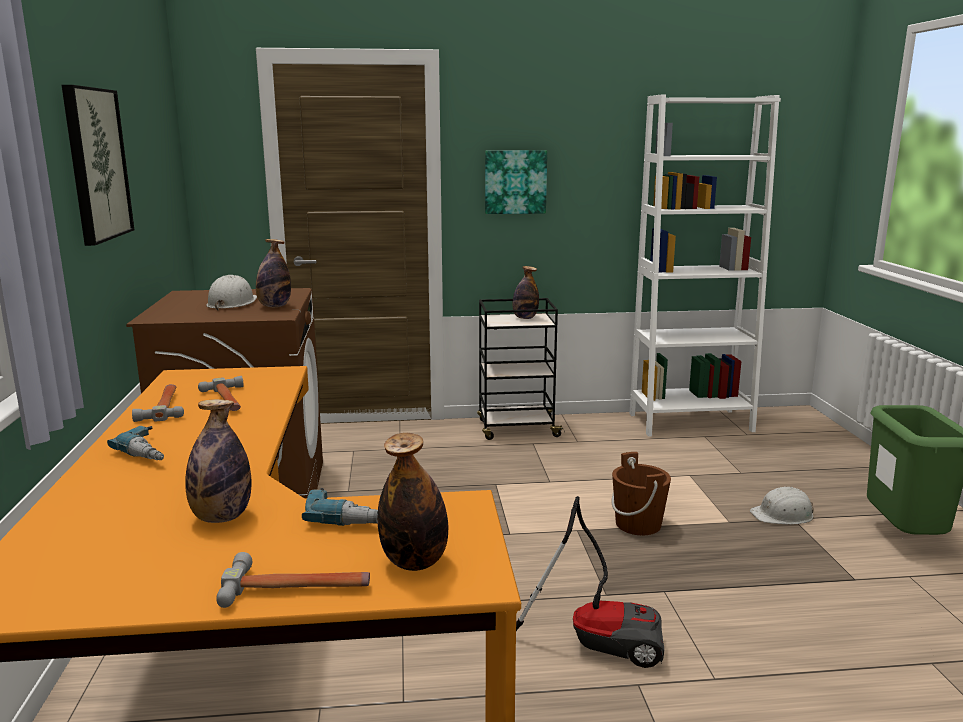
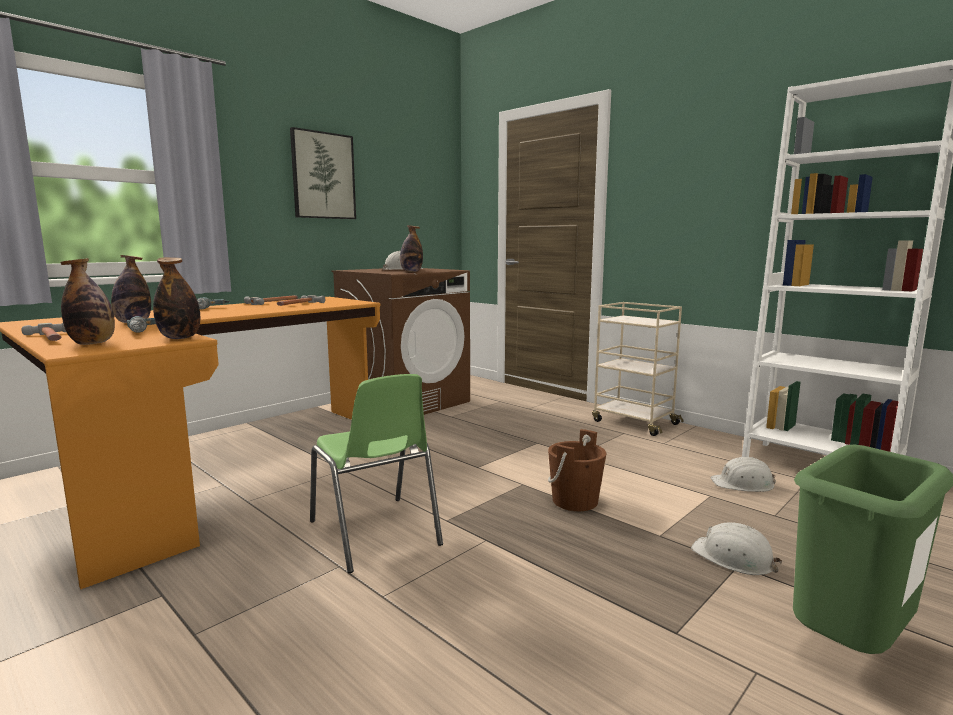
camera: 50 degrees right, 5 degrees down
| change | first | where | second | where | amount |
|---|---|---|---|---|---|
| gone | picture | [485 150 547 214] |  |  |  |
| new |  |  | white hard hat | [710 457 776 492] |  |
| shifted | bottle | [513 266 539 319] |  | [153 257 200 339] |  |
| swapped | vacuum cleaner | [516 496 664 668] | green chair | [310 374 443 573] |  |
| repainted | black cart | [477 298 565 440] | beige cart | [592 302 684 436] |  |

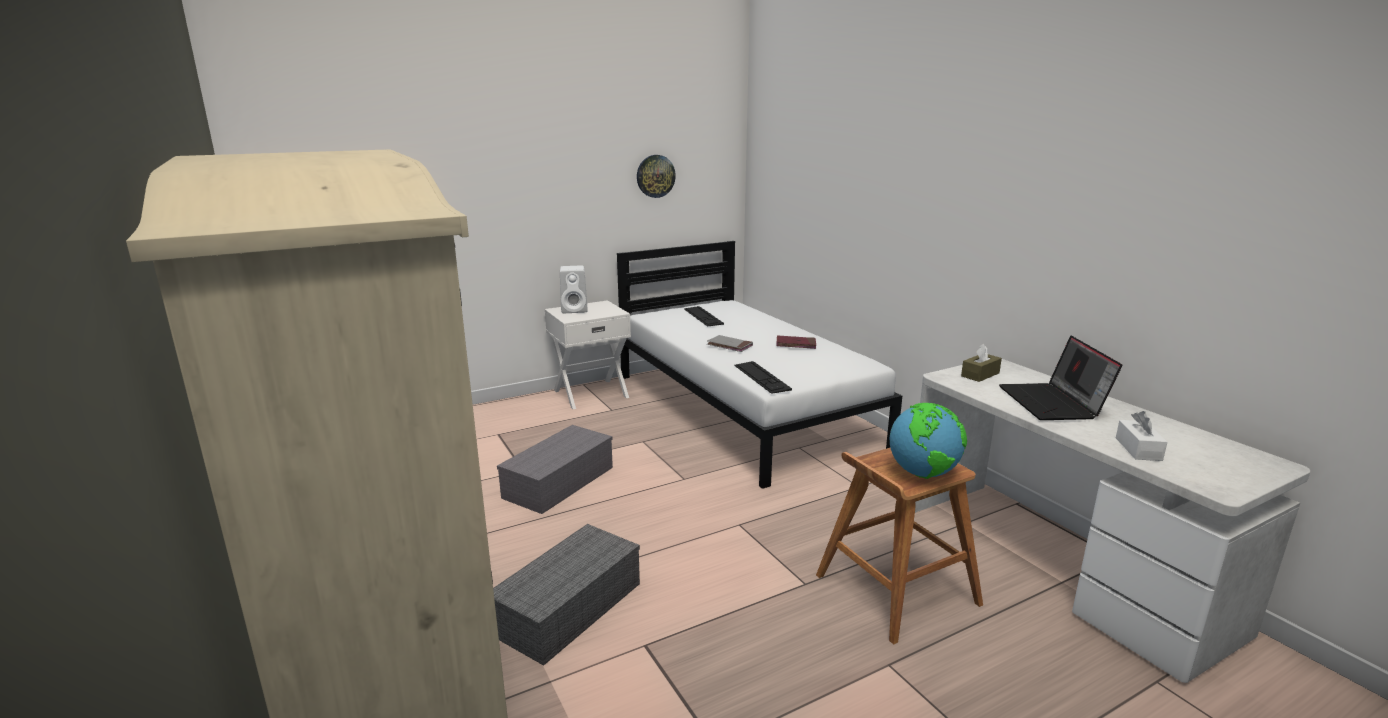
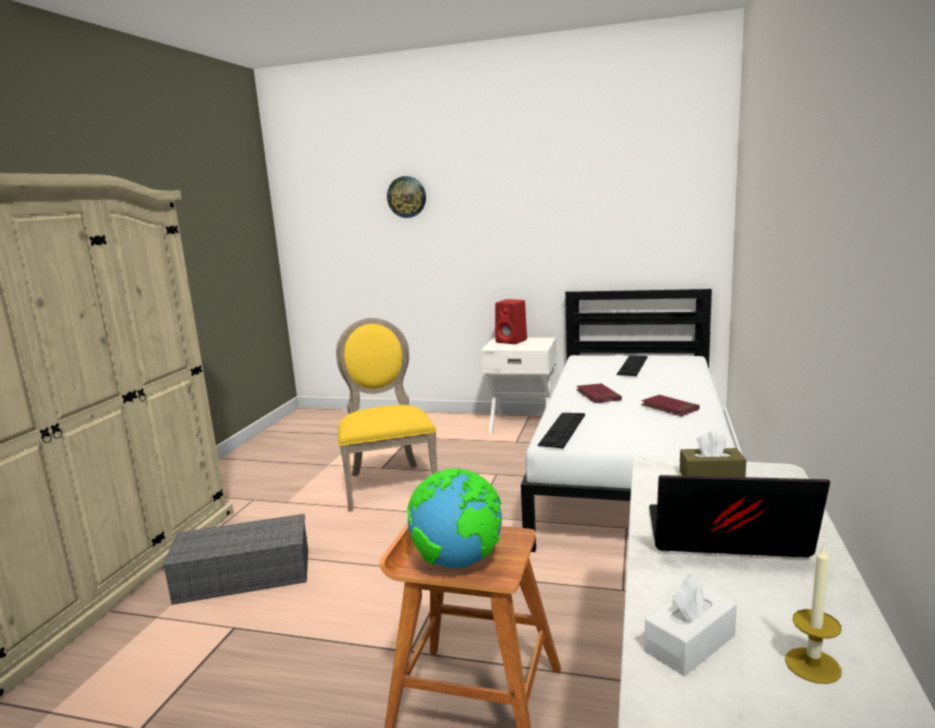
camera: 45 degrees right, 5 degrees down
| change | first | where | second | where | amount |
|---|---|---|---|---|---|
| new |  |  | candle | [785 544 842 684] |  |
| shifted | wall clock | [637 155 676 198] |  | [387 176 426 218] |  |
| swapped | grey storage box | [497 425 613 514] | yellow chair | [336 318 438 512] |  |
| repainted | white speaker | [560 266 588 313] | red speaker | [495 299 527 344] |  |
| repainted | grey book | [707 335 753 352] | red book | [576 383 622 403] |  |
| rotated | laptop | [999 336 1122 420] |  | [649 475 830 558] | 60 degrees clockwise |

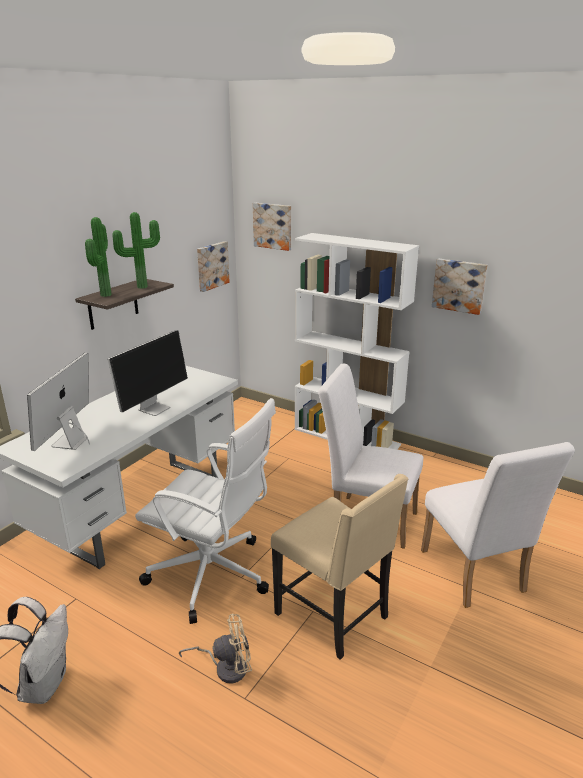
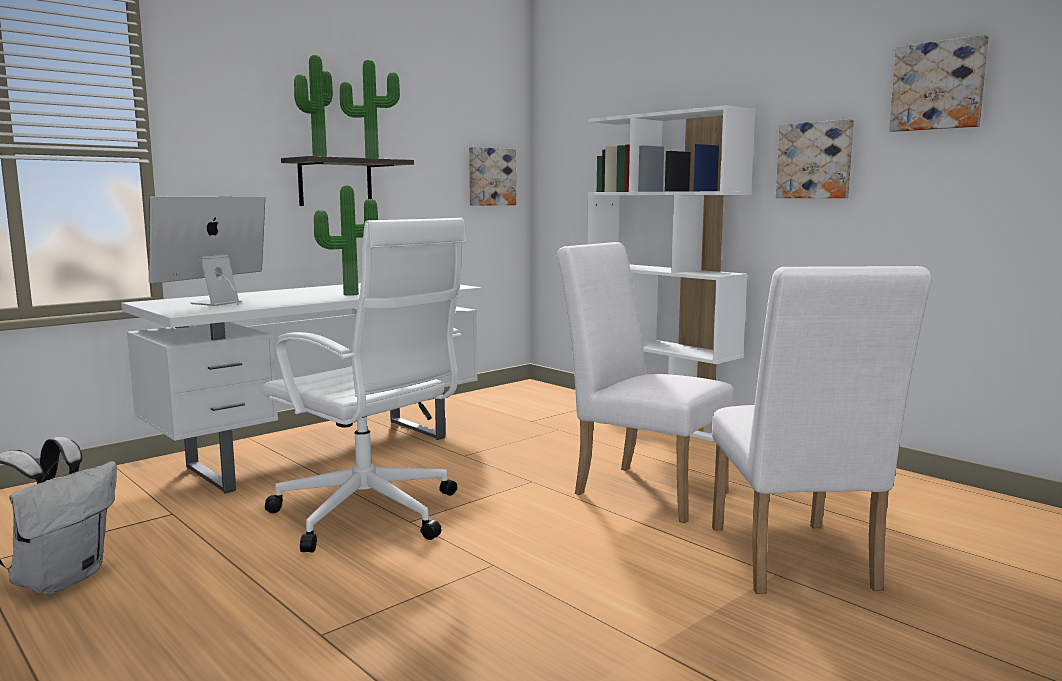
camera: 15 degrees right, 15 degrees down
| change | first | where | second | where | amount |
|---|---|---|---|---|---|
| gone | beige fan | [179 613 252 683] |  |  |  |
| gone | beige chair | [271 474 408 660] |  |  |  |
| shifted | picture | [253 203 291 251] |  | [889 35 988 132] |  |
| swapped | monitor | [108 330 188 416] | potted plant | [314 186 378 296] |  |

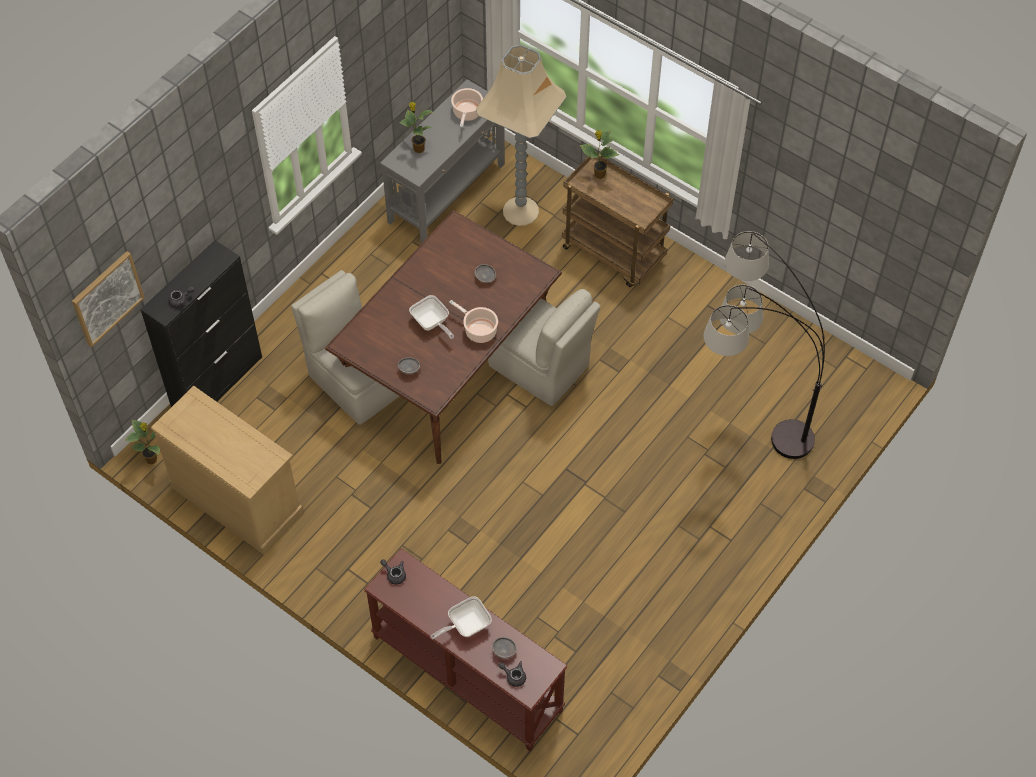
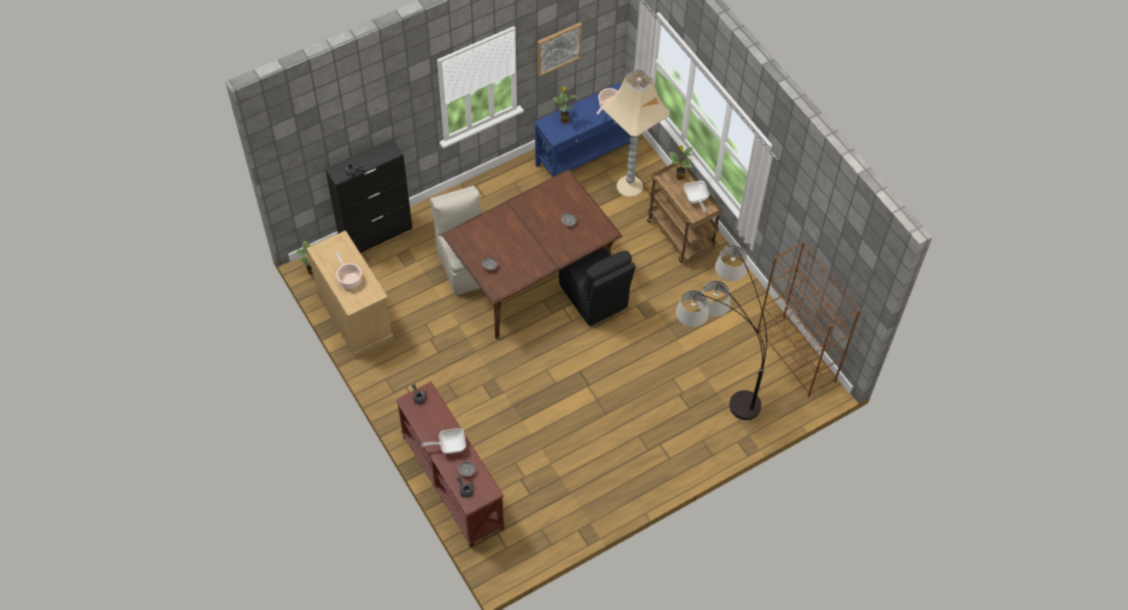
camera: 20 degrees right, 0 degrees up
| change | first | where | second | where | amount |
|---|---|---|---|---|---|
| new |  |  | brown bookcase | [757 242 861 397] |  |
| shifted | picture | [72 251 145 347] |  | [537 22 582 77] |  |
| shifted | frying pan | [409 295 454 339] |  | [683 181 709 214] |  |
| shifted | cooking pot | [449 300 498 343] |  | [335 252 362 289] |  |
| repainted | grey console table | [380 80 505 244] | blue console table | [534 83 631 178] |  |
| repainted | beige chair | [488 289 601 406] | black chair | [559 247 636 326] |  |

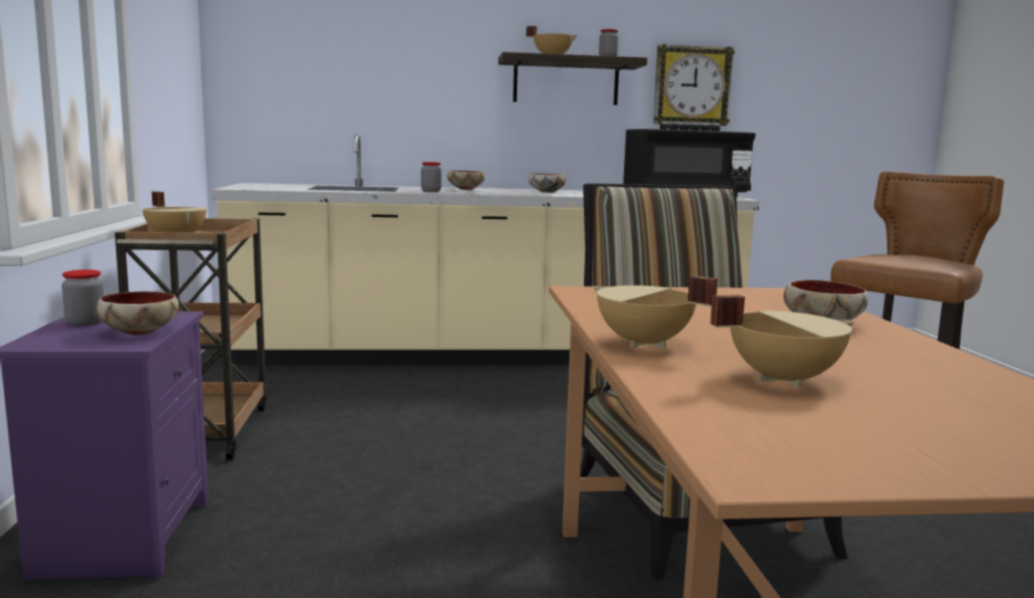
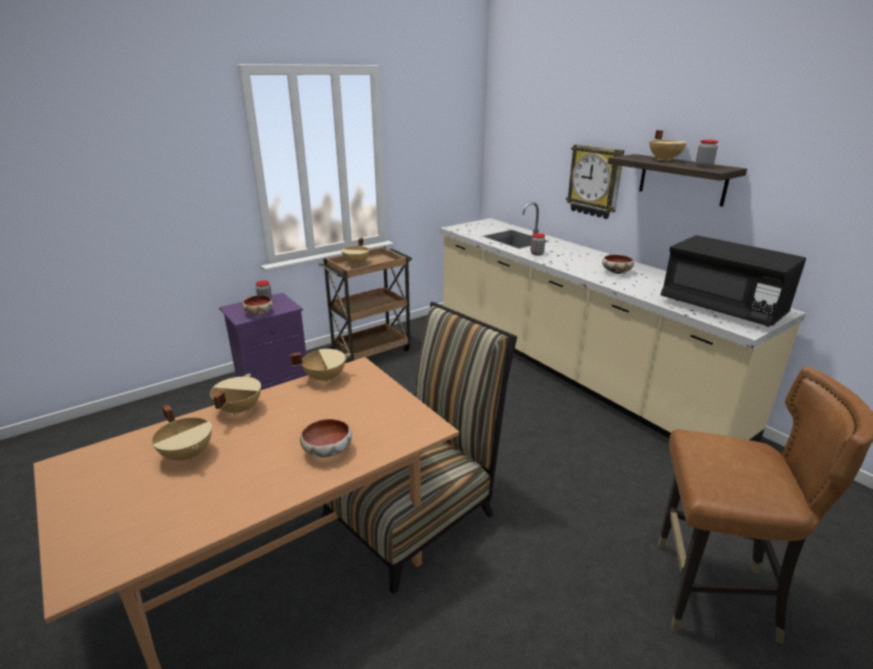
camera: 60 degrees right, 15 degrees up
| change | first | where | second | where | amount |
|---|---|---|---|---|---|
| gone | bowl | [447 170 485 190] |  |  |  |
| new |  |  | beige cooking pot | [290 349 351 383] |  |
| shifted | wall clock | [653 44 735 131] |  | [566 144 625 219] |  |

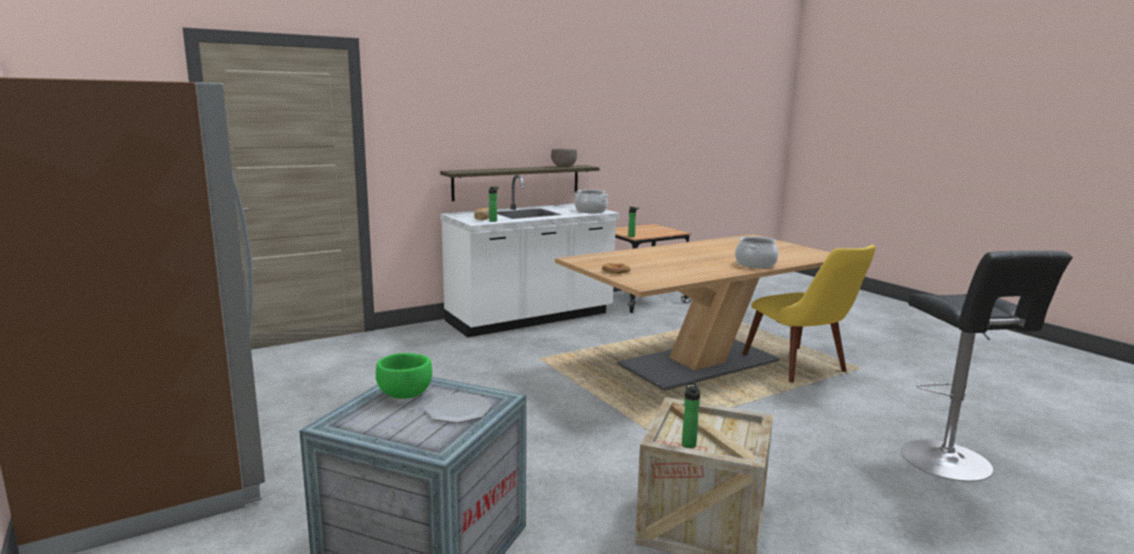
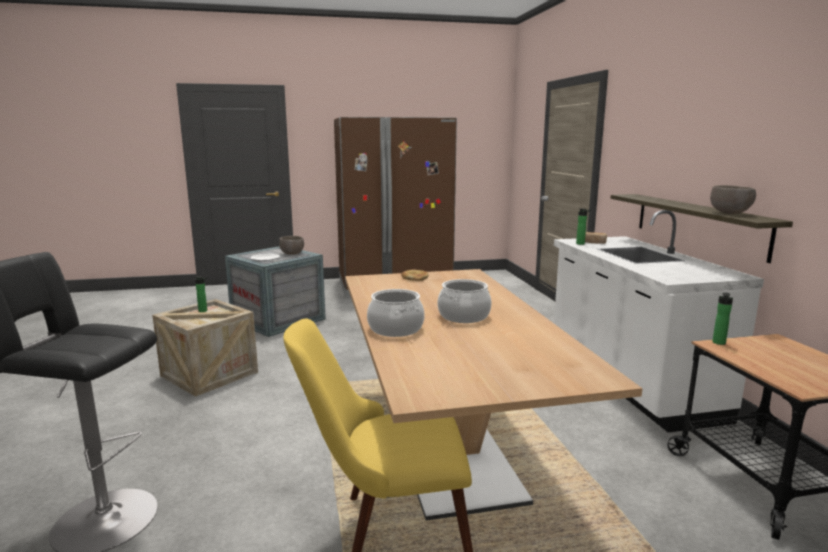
camera: 110 degrees right, 0 degrees up
| change | first | where | second | where | amount |
|---|---|---|---|---|---|
| shifted | cooking pot | [575 189 608 213] |  | [438 279 491 323] |  |
| repainted | green bowl | [376 353 432 399] | brown bowl | [279 236 304 255] |  |

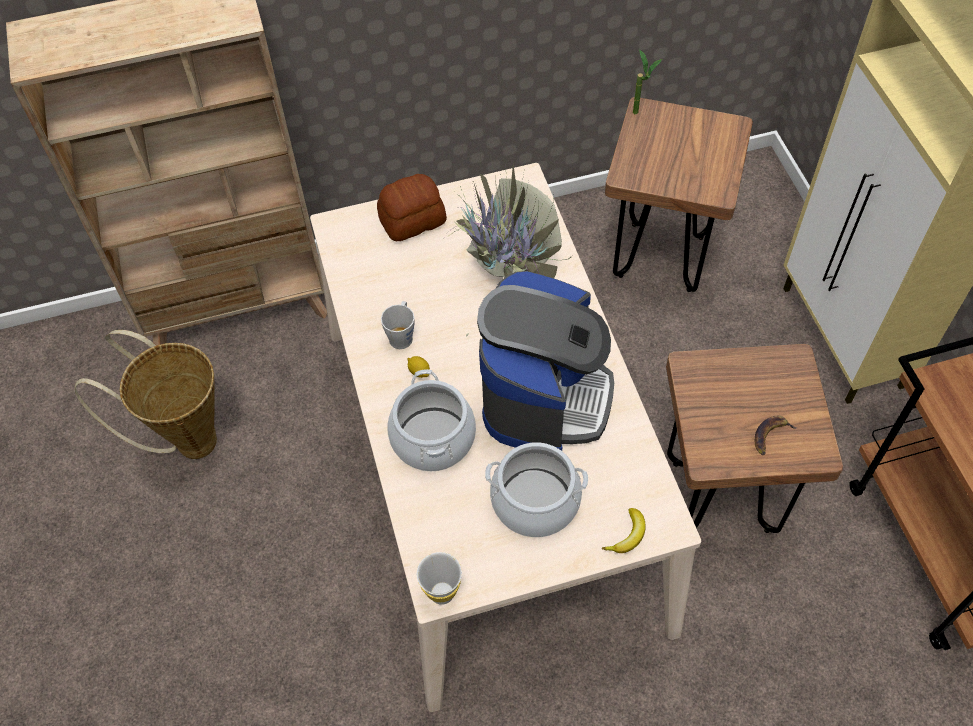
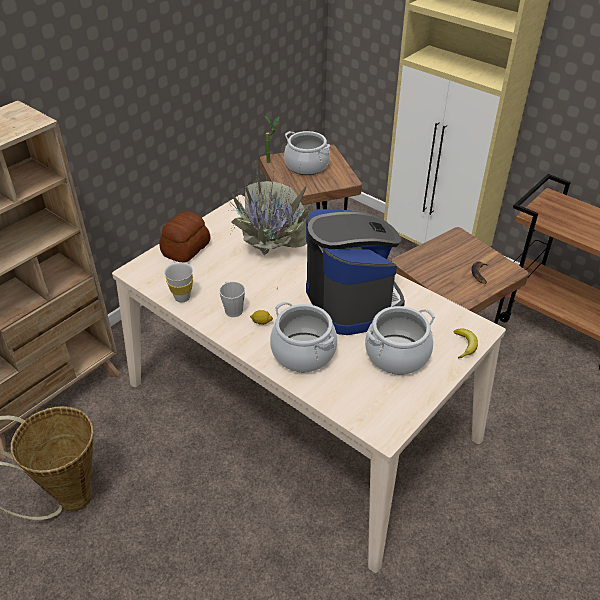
camera: 35 degrees left, 15 degrees down
| change | first | where | second | where | amount |
|---|---|---|---|---|---|
| new |  |  | cooking pot | [284 131 330 175] |  |
| shifted | white cup | [417 552 462 605] |  | [164 262 193 303] |  |

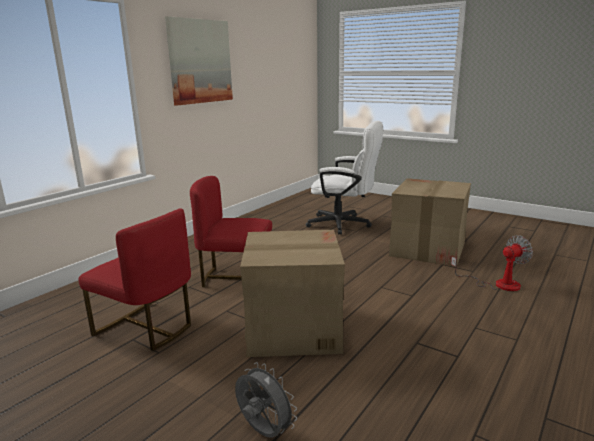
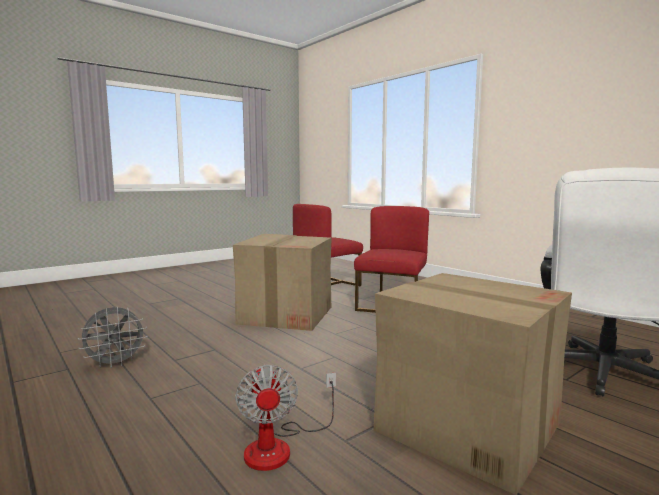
camera: 105 degrees right, 10 degrees down
| change | first | where | second | where | amount |
|---|---|---|---|---|---|
| gone | picture | [165 16 233 106] |  |  |  |
| shifted | grey fan | [235 362 297 438] |  | [78 306 148 368] |  |

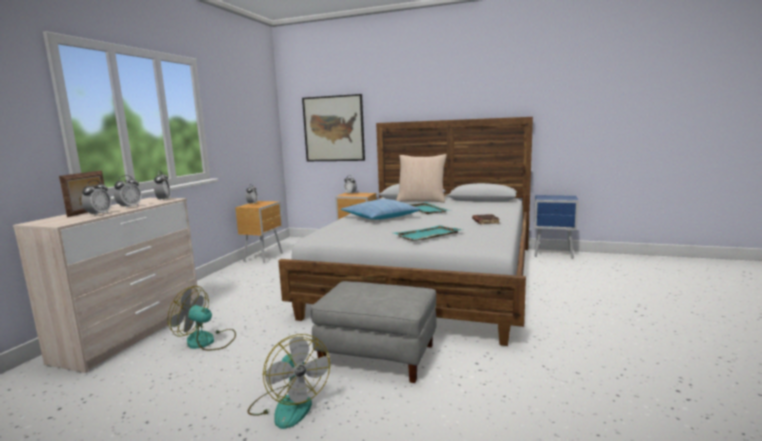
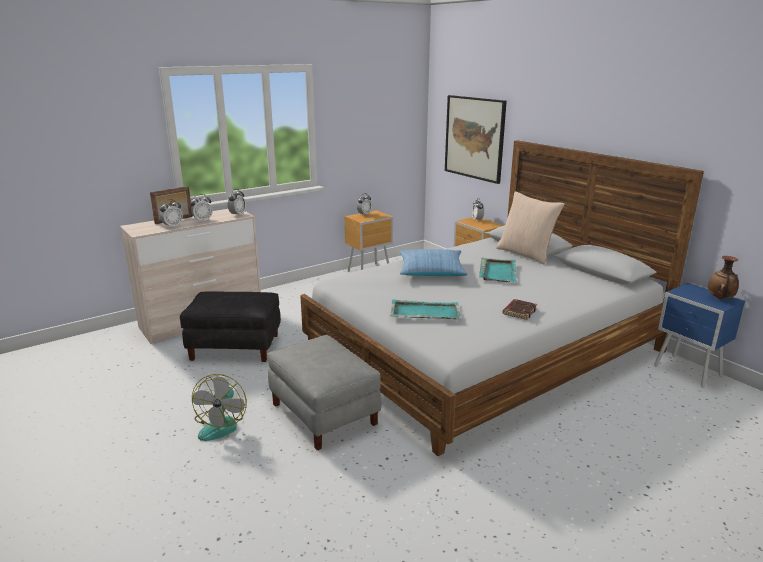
camera: 35 degrees right, 10 degrees up
| change | first | where | second | where | amount |
|---|---|---|---|---|---|
| new |  |  | vase | [708 256 739 299] |  |
| swapped | fan | [168 286 236 351] | black ottoman | [180 291 281 362] |  |

